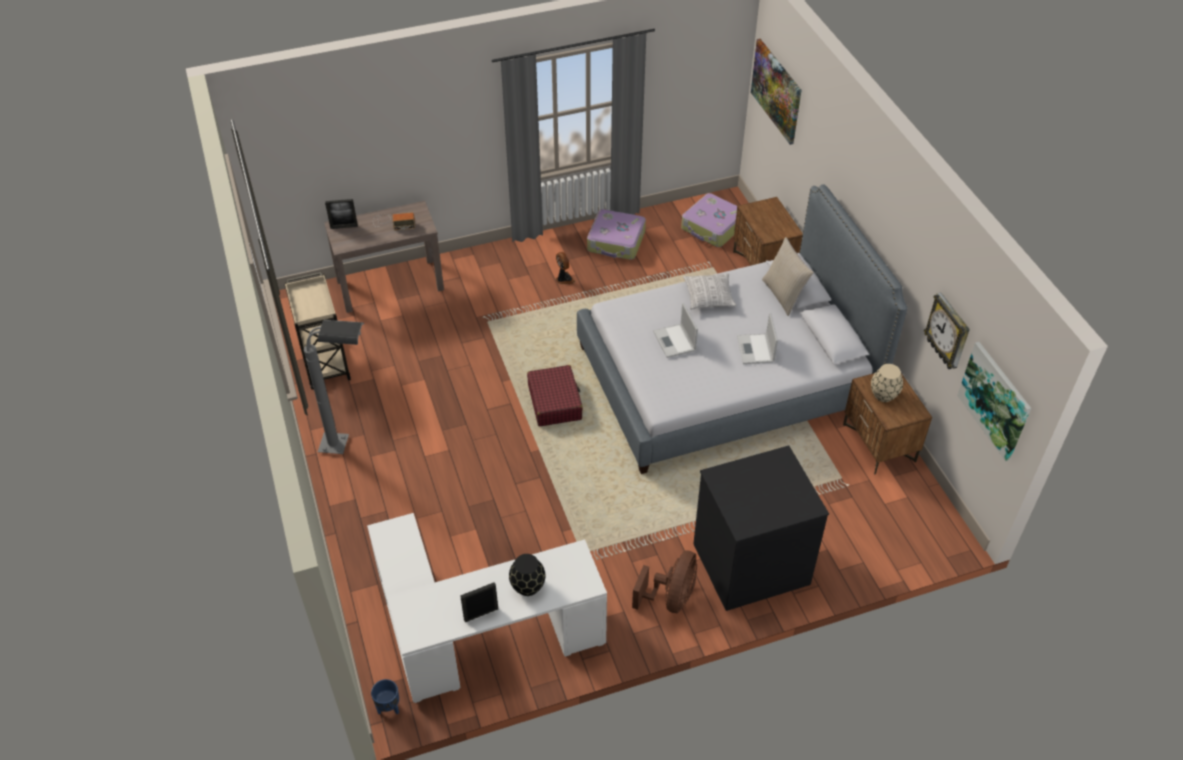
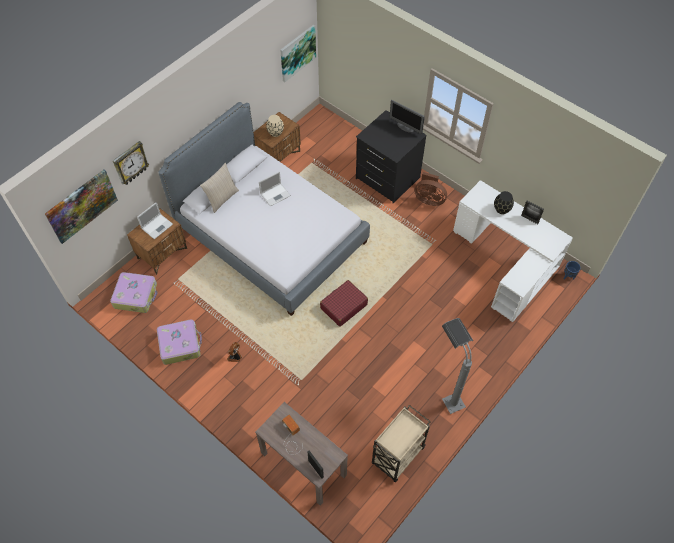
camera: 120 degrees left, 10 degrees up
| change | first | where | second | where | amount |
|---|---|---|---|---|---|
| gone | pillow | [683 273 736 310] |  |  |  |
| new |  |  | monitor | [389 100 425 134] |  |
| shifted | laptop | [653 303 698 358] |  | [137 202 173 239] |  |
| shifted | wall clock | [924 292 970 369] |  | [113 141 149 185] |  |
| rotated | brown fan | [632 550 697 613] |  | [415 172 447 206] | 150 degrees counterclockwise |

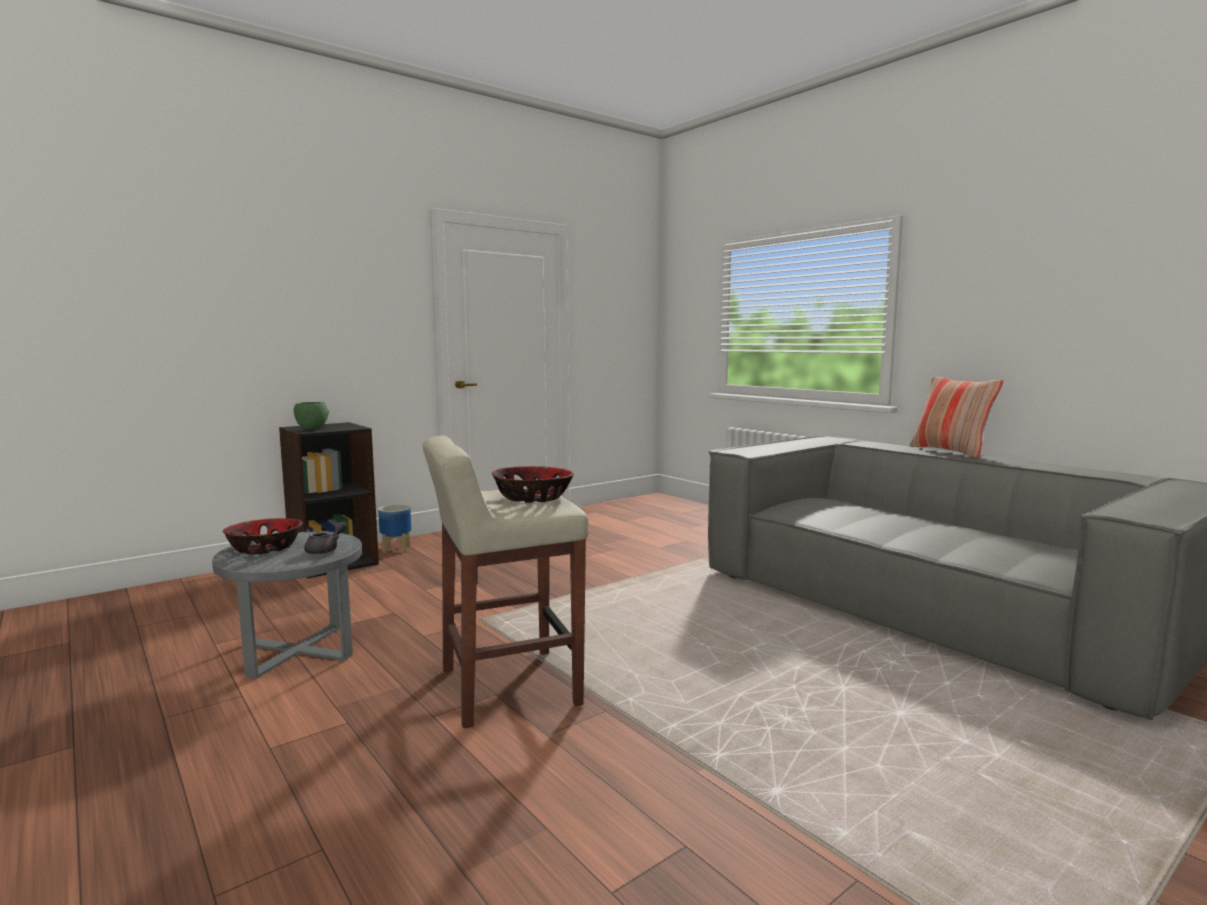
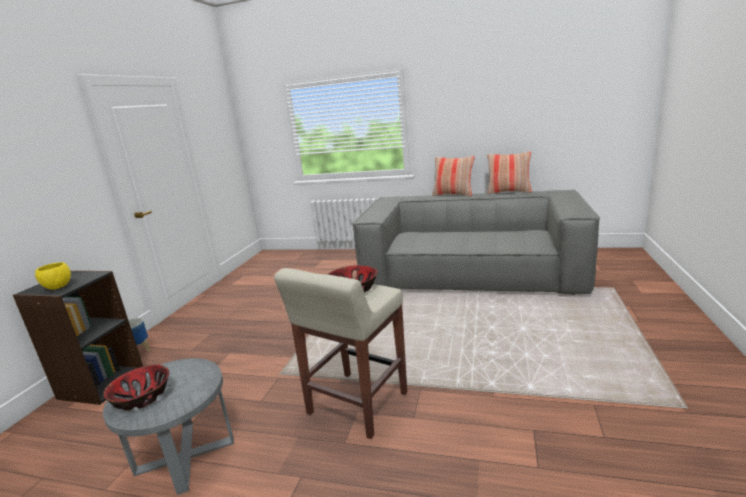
camera: 35 degrees left, 10 degrees up
| change | first | where | second | where | amount |
|---|---|---|---|---|---|
| gone | grey teapot | [304 522 347 554] |  |  |  |
| new |  |  | pillow | [487 151 532 194] |  |
| repainted | green bowl | [294 402 329 430] | yellow bowl | [35 262 71 290] |  |

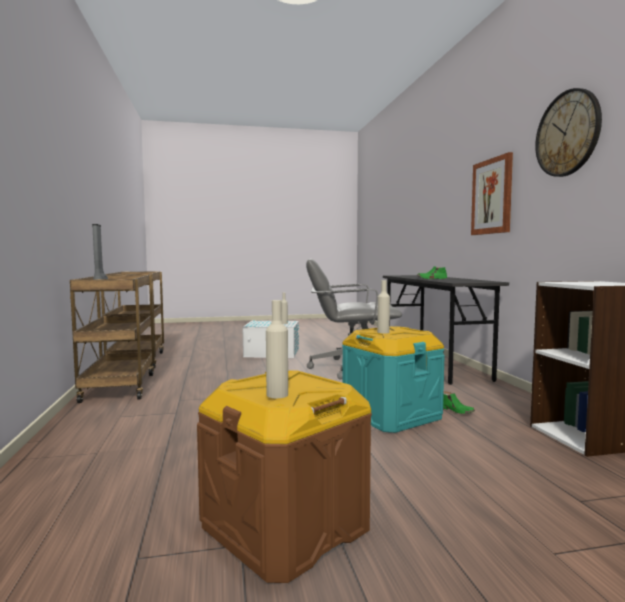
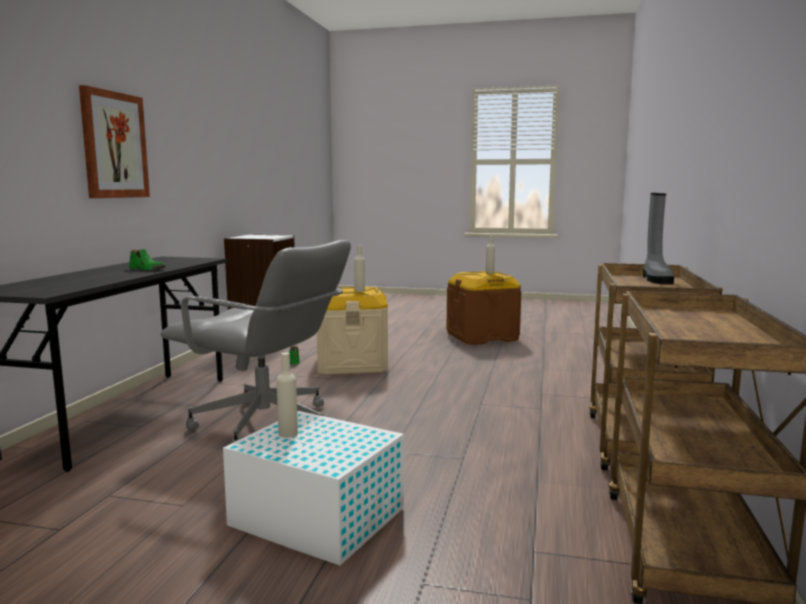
camera: 155 degrees left, 5 degrees up
| change | first | where | second | where | amount |
|---|---|---|---|---|---|
| gone | wall clock | [535 88 602 177] |  |  |  |
| repainted | turquoise storage box | [342 326 444 433] | beige storage box | [317 287 388 375] |  |

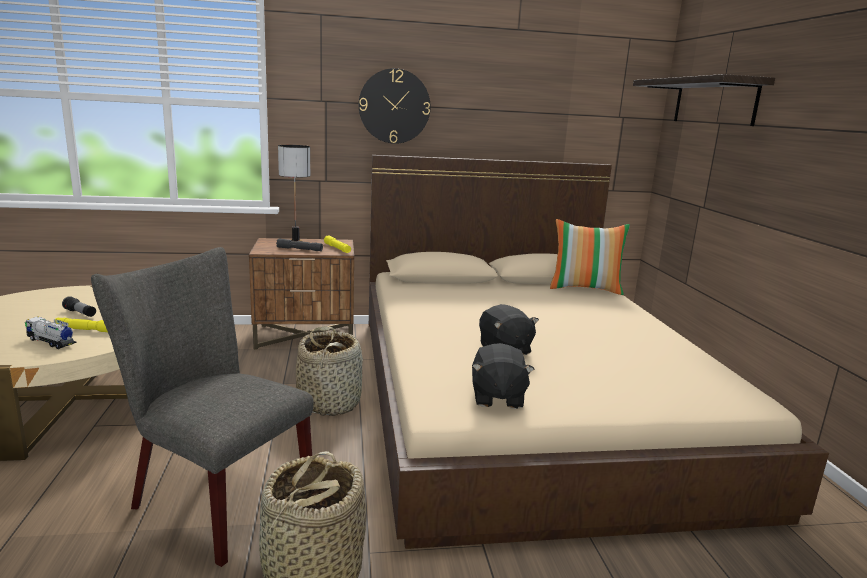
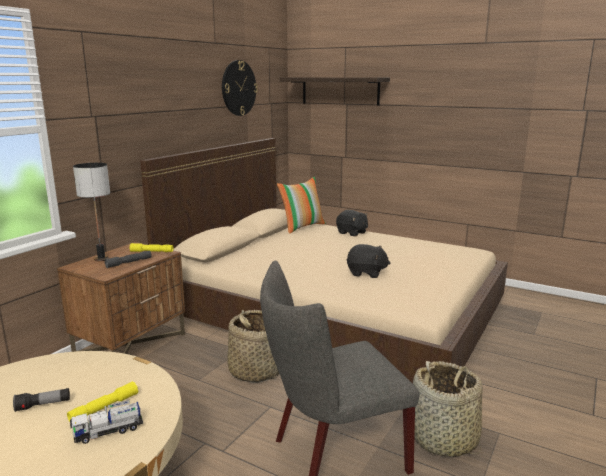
camera: 50 degrees left, 0 degrees up
| change | first | where | second | where | amount |
|---|---|---|---|---|---|
| shifted | wall clock | [359 68 430 144] |  | [222 60 258 116] |  |
| shifted | black plush toy | [472 343 535 409] |  | [336 210 368 237] |  |

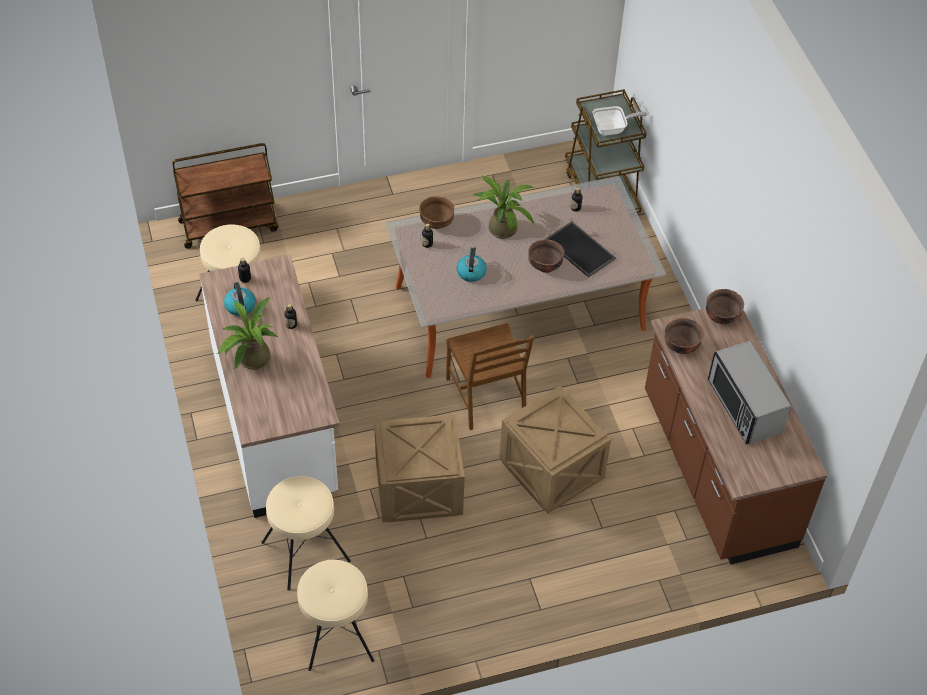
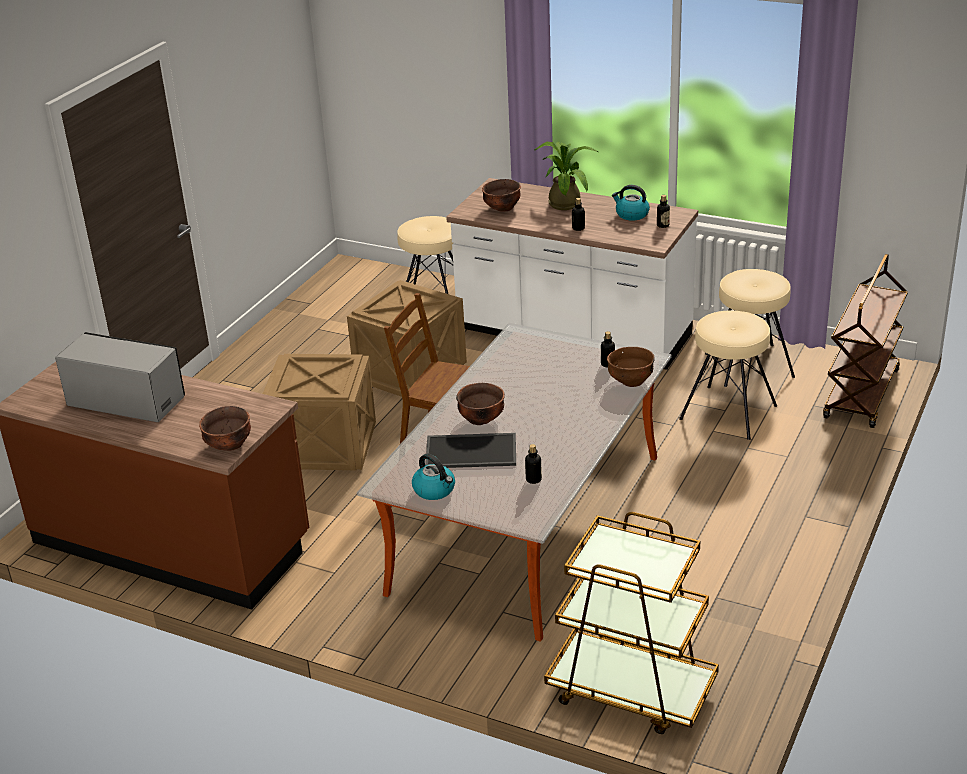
camera: 135 degrees right, 20 degrees down
| change | first | where | second | where | amount |
|---|---|---|---|---|---|
| gone | potted plant | [473 175 535 239] |  |  |  |
| gone | frying pan | [593 106 647 136] |  |  |  |
| shifted | beige stool | [297 560 374 671] |  | [679 311 777 440] |  |
| shifted | kettle | [457 247 487 282] |  | [412 454 455 500] |  |
| shifted | brown bowl | [665 318 704 354] |  | [482 179 521 212] |  |

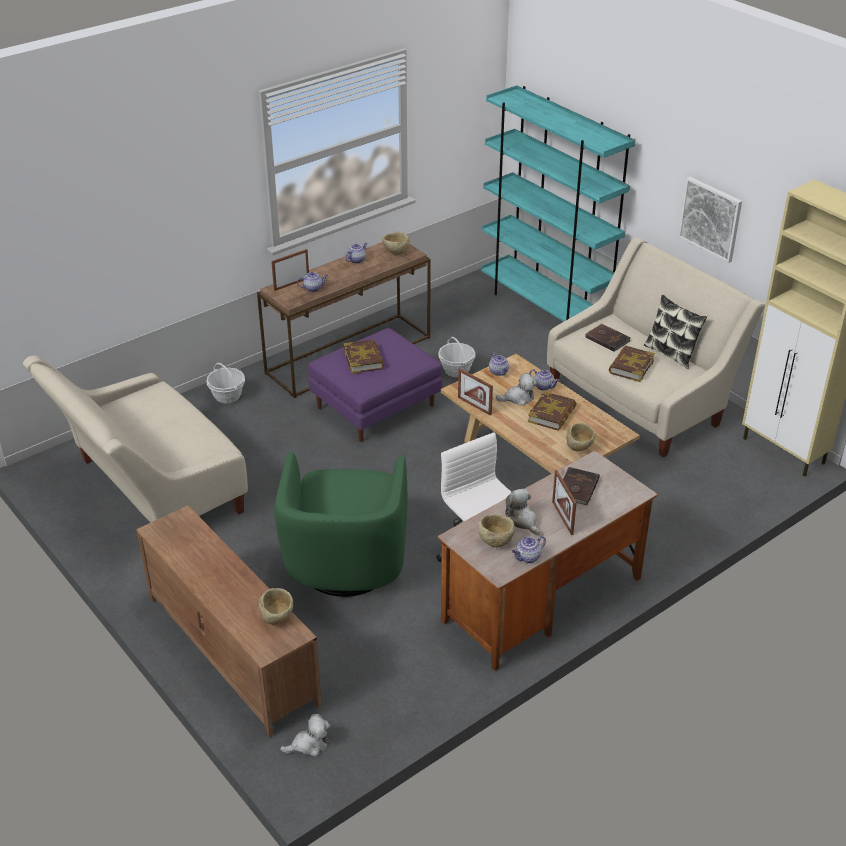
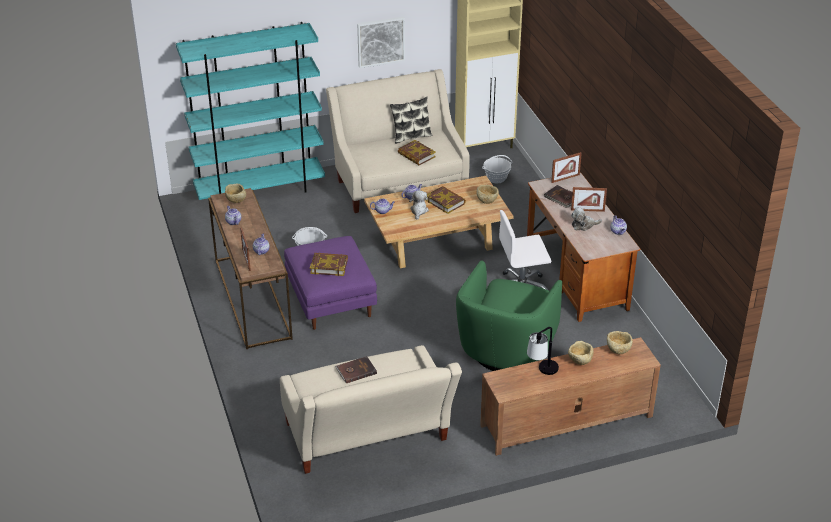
camera: 70 degrees left, 0 degrees up
| change | first | where | second | where | amount |
|---|---|---|---|---|---|
| gone | plush toy | [280 714 330 756] |  |  |  |
| new |  |  | table lamp | [527 327 559 375] |  |
| shifted | basket | [207 363 245 403] |  | [482 155 513 183] |  |
| shifted | picture frame | [458 368 493 416] |  | [551 152 582 183] |  |
| shifted | beige bowl | [478 514 515 547] |  | [568 341 593 365] |  |
| shifted | brown book | [585 324 631 352] |  | [336 356 377 383] |  |
| rotated | green armchair | [274 452 407 597] |  | [456 260 562 371] | 90 degrees clockwise |

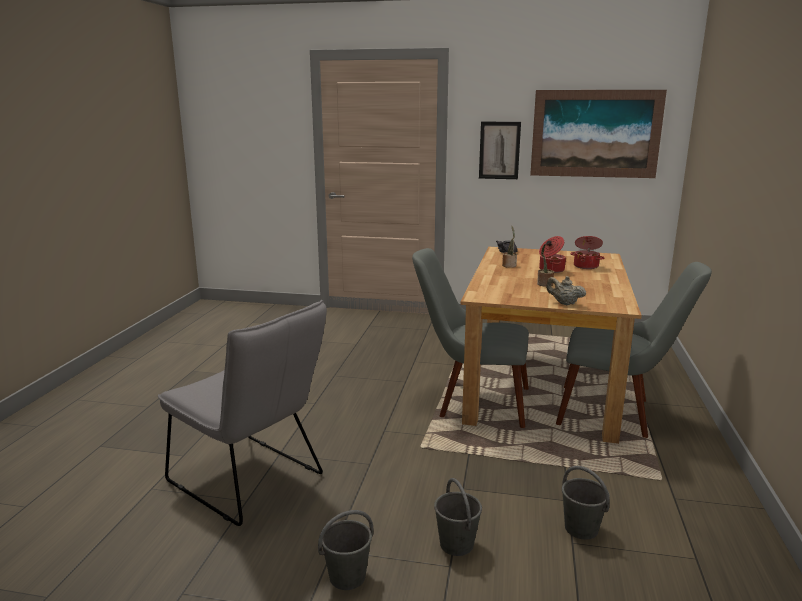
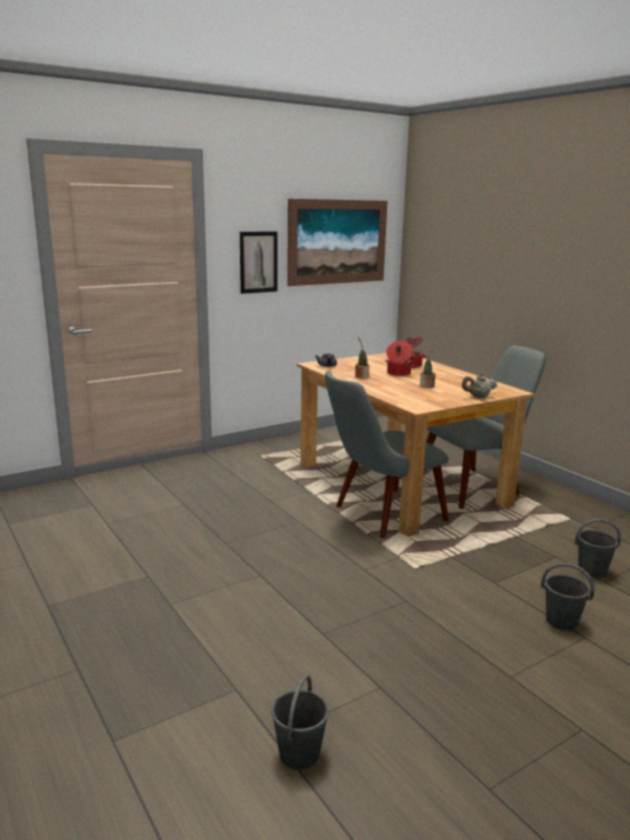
camera: 45 degrees left, 0 degrees up
| change | first | where | second | where | amount |
|---|---|---|---|---|---|
| gone | grey chair | [158 300 327 526] |  |  |  |
| shifted | grey bucket | [318 510 374 590] |  | [271 674 329 770] |  |

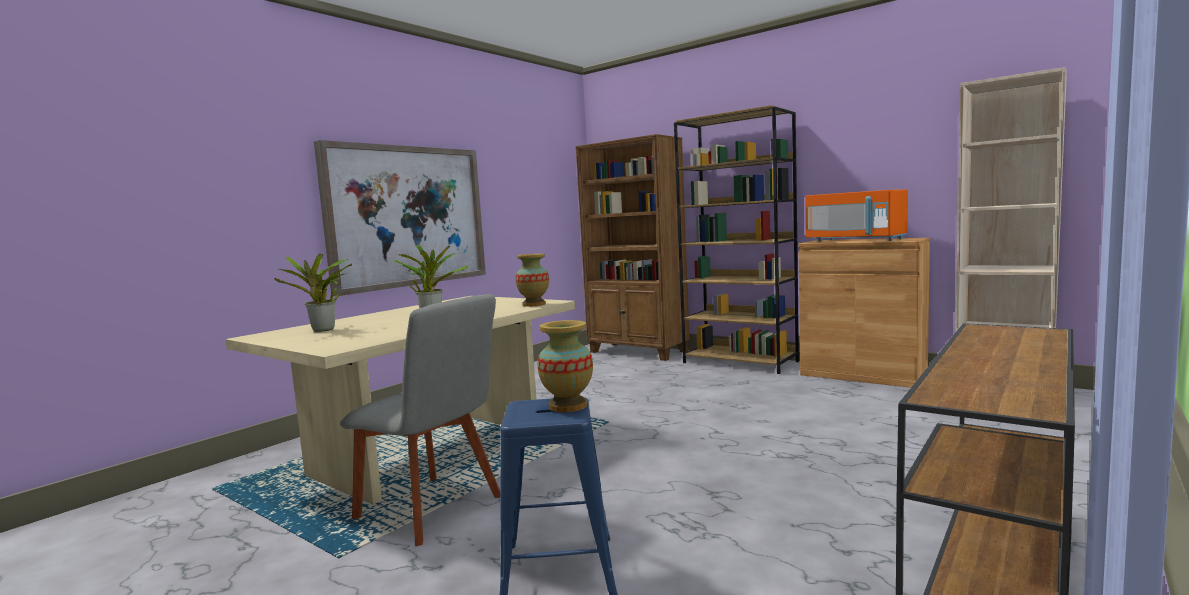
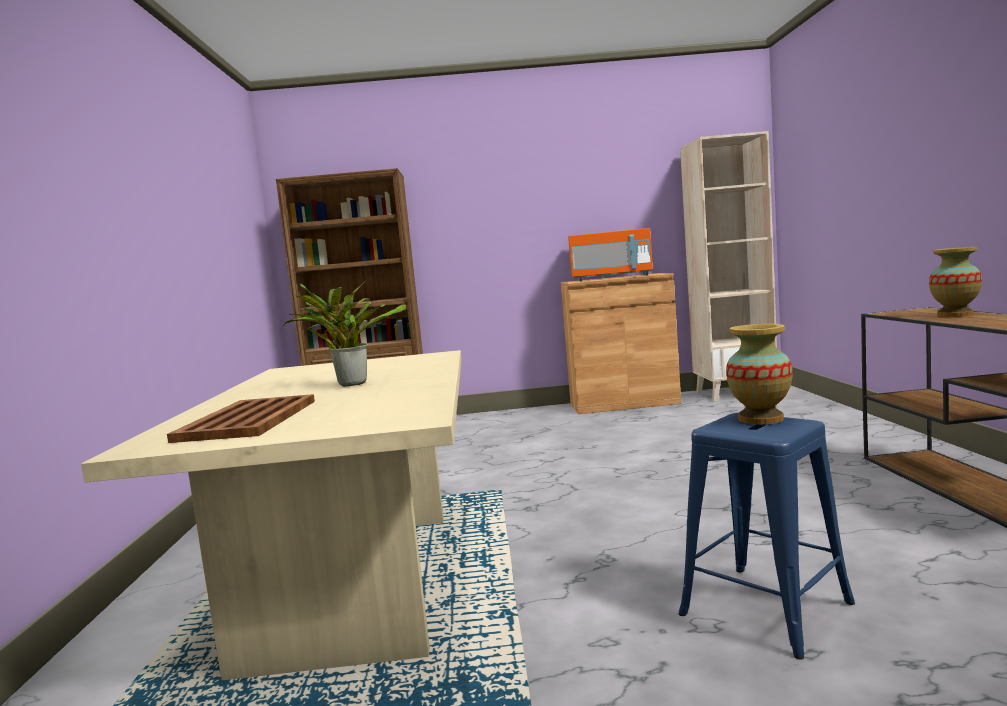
camera: 40 degrees left, 0 degrees up
| change | first | where | second | where | amount |
|---|---|---|---|---|---|
| gone | picture | [314 140 486 296] |  |  |  |
| gone | grey chair | [340 294 500 546] |  |  |  |
| gone | brown bookcase | [674 105 799 374] |  |  |  |
| shifted | vase | [516 253 549 307] |  | [929 247 982 317] |  |
| swapped | potted plant | [274 254 352 332] | brown tray | [167 394 315 443] |  |

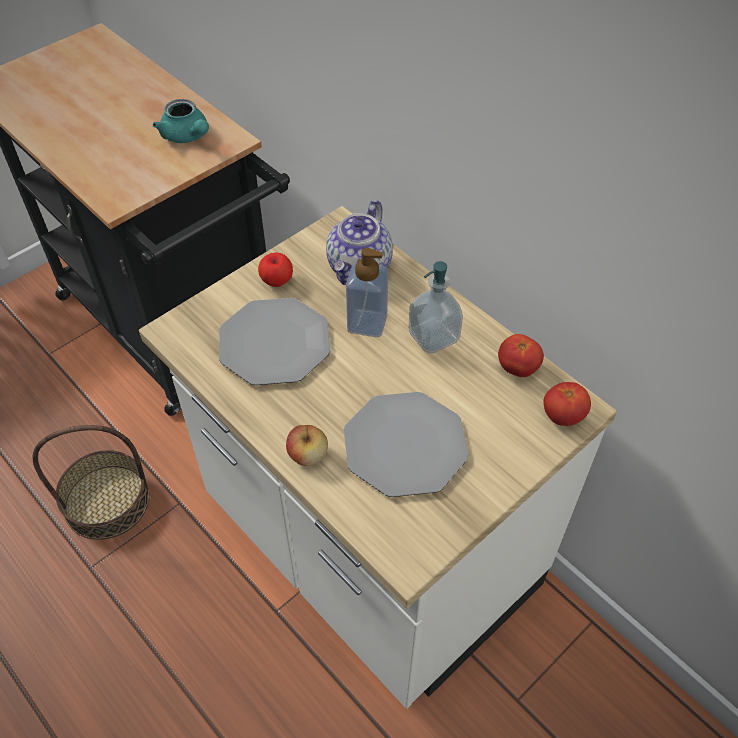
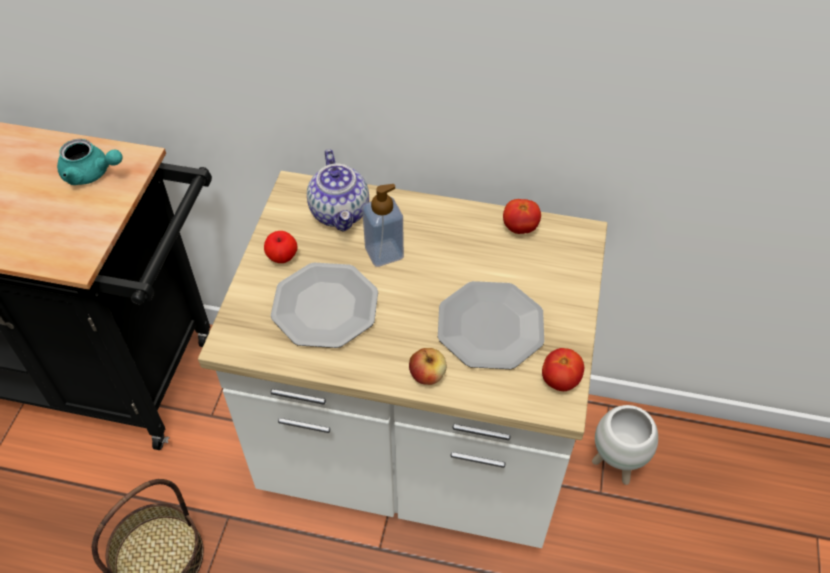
camera: 35 degrees left, 0 degrees up
| change | first | where | second | where | amount |
|---|---|---|---|---|---|
| gone | soap dispenser | [408 261 463 354] |  |  |  |
| new |  |  | white planter | [592 405 658 485] |  |
| shifted | tomato | [543 382 591 426] |  | [542 348 584 391] |  |

